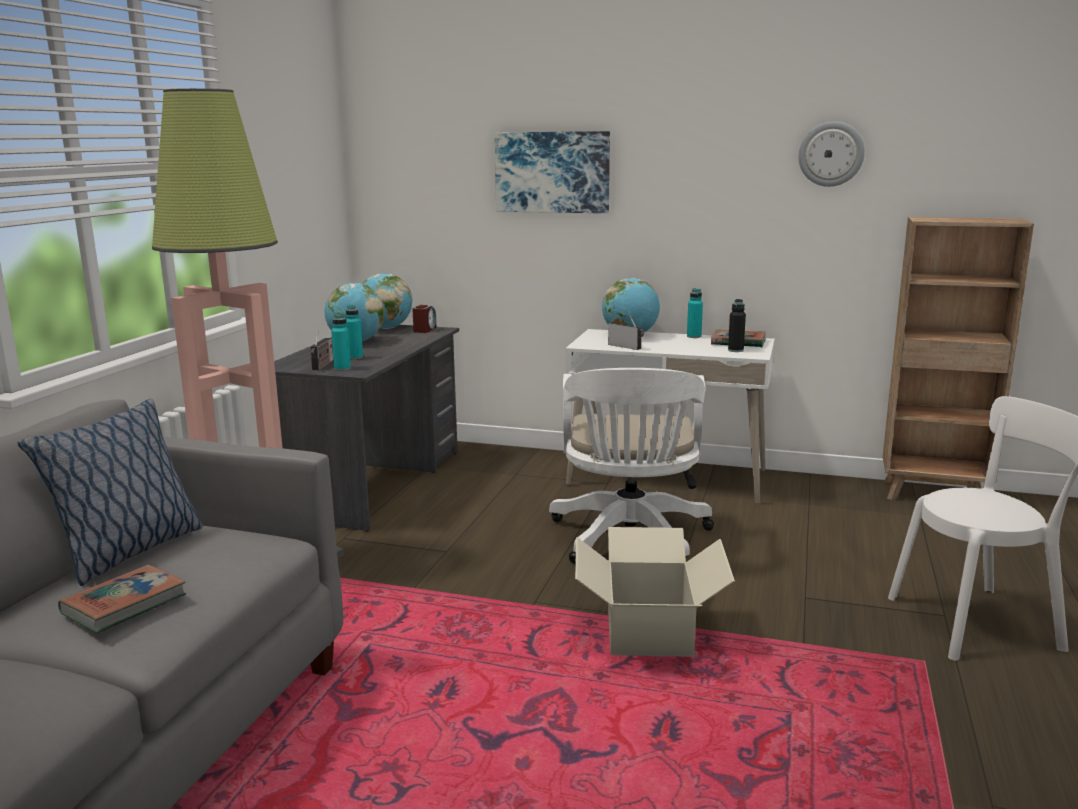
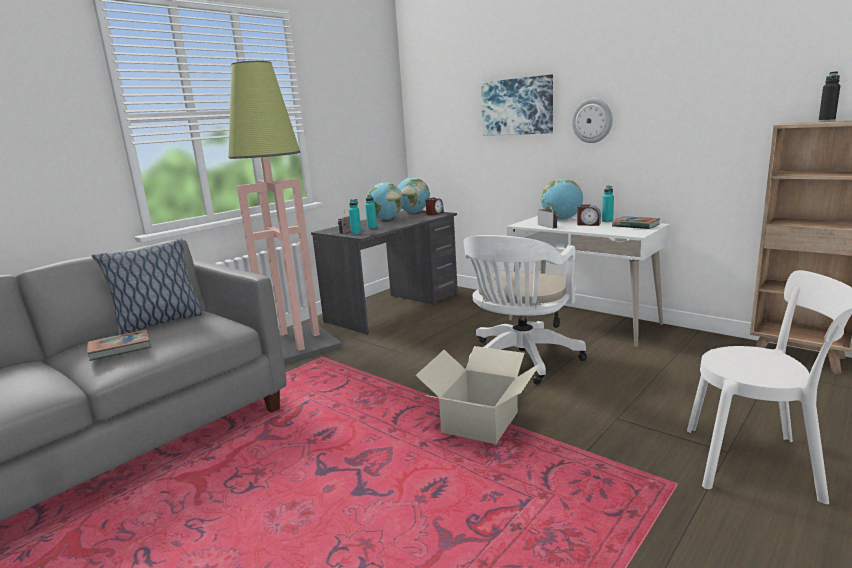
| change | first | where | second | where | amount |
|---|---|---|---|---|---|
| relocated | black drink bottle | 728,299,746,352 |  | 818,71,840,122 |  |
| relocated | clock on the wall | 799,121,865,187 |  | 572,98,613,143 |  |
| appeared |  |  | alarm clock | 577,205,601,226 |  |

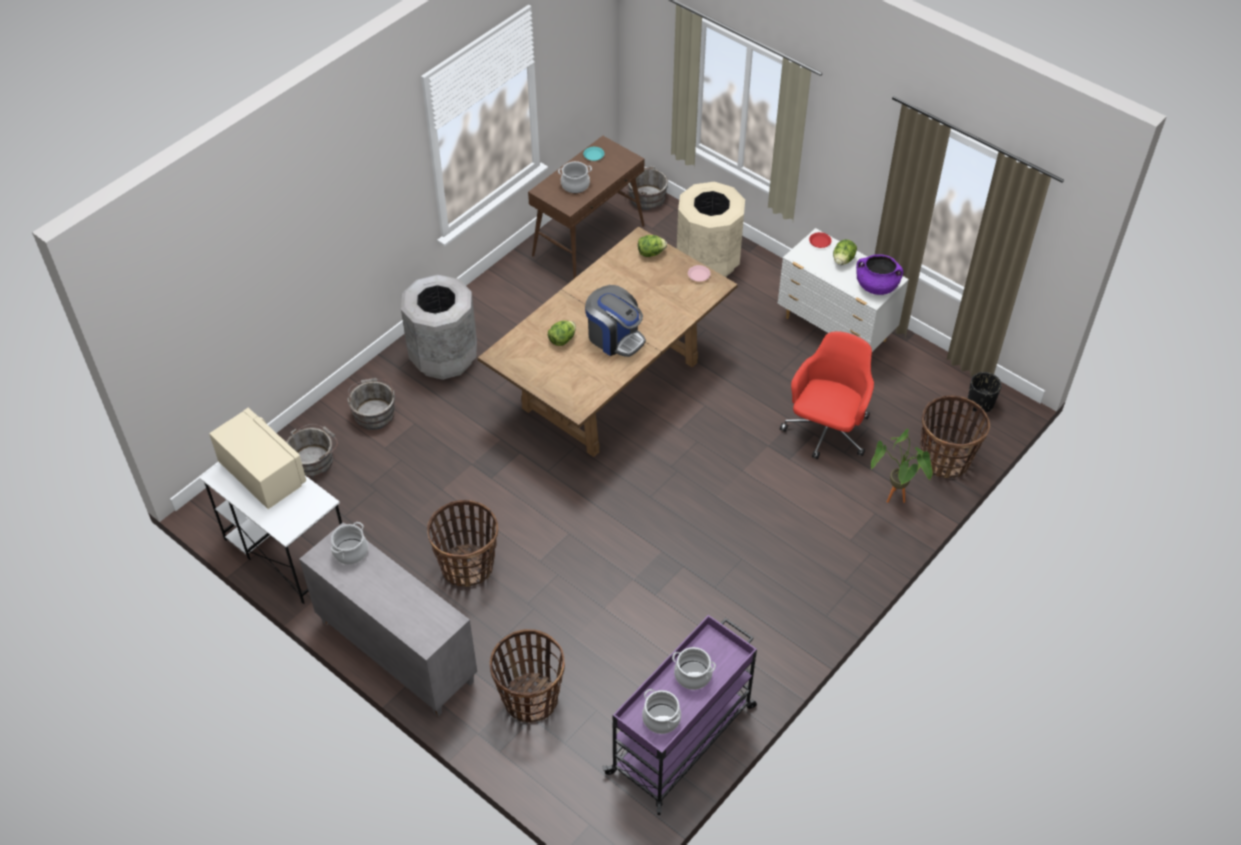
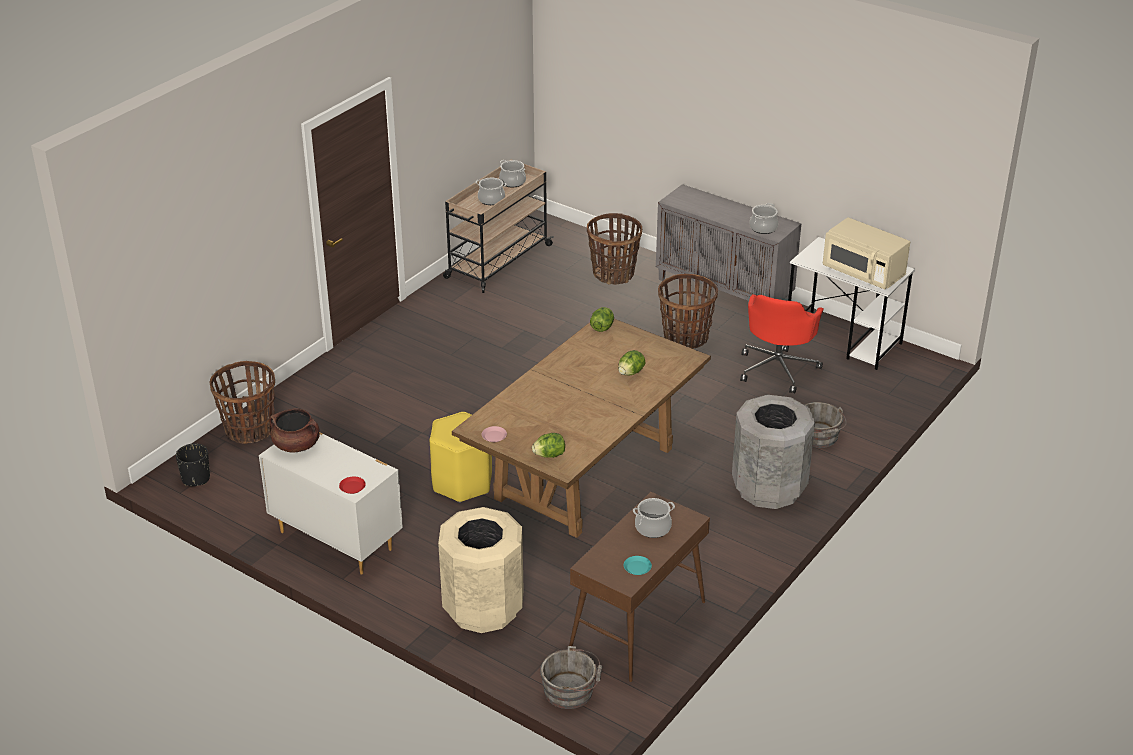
| change | first | where | second | where | amount |
|---|---|---|---|---|---|
| missing | gray pail | 286,424,338,478 |  |  |  |
| missing | coffee brewer | 585,285,646,357 |  |  |  |
| colour | purplish cart | 603,615,757,815 | beige-coloured cart | 443,164,554,293 |  |
| relocated | reddish computer chair | 780,331,874,459 |  | 740,294,824,393 |  |
| relocated | head of lettuce | 833,239,857,265 |  | 590,307,614,332 |  |
| colour | purplish stockpot | 856,254,903,295 | brown stockpot | 269,408,320,453 |  |
| missing | potted plant | 871,429,933,503 |  |  |  |
| appeared |  |  | yellow stool seat | 430,412,492,503 |  |

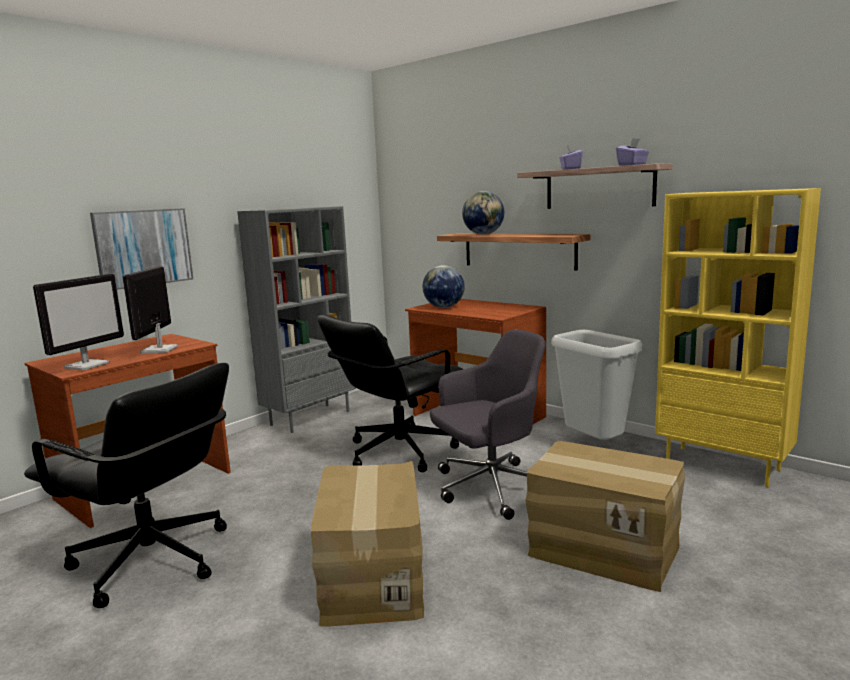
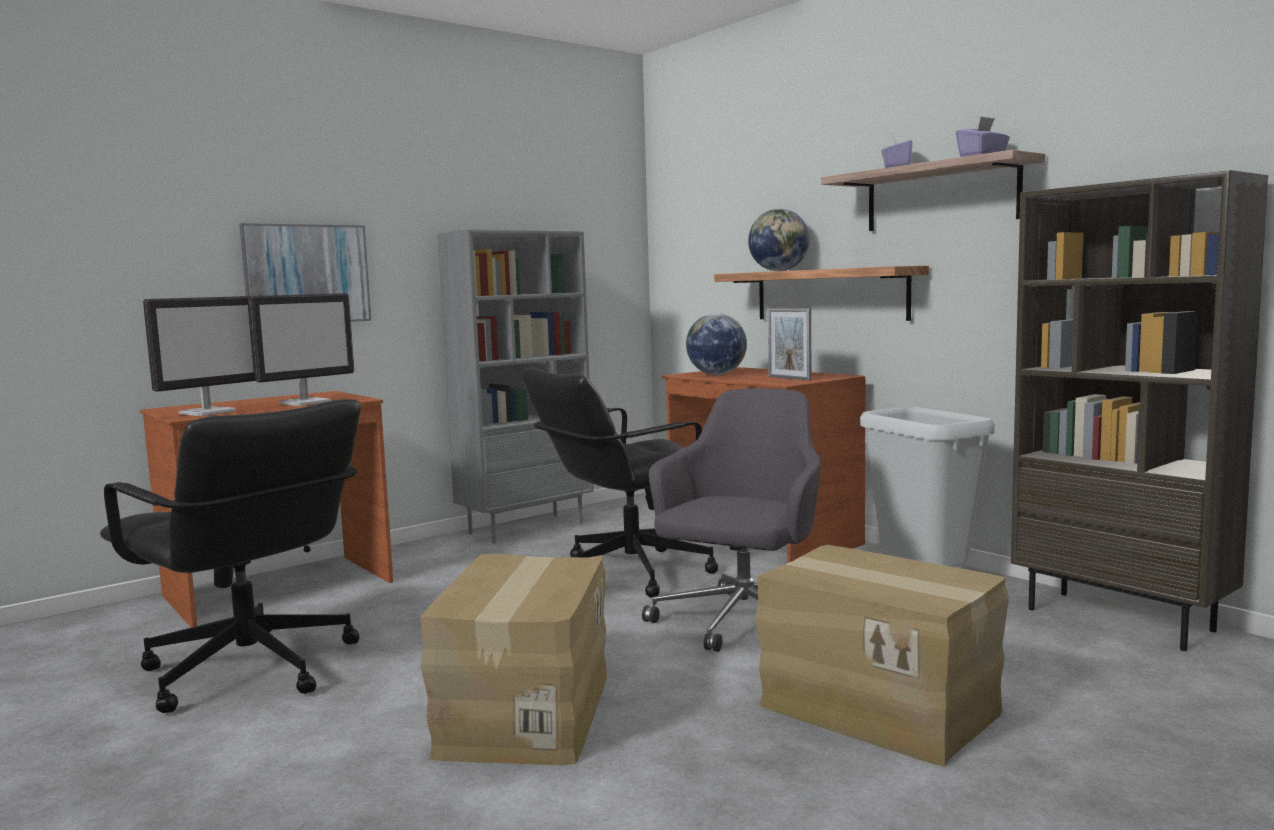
| change | first | where | second | where | amount |
|---|---|---|---|---|---|
| spun | computer screen | 123,266,178,354 |  | 248,293,354,406 | 150 degrees counterclockwise |
| spun | gray computer chair | 430,330,546,520 |  | 642,388,821,652 | 45 degrees counterclockwise |
| colour | yellow shelving unit | 655,188,821,487 | brown shelving unit | 1011,170,1268,651 |  |
| appeared |  |  | standing frame | 768,308,812,380 |  |

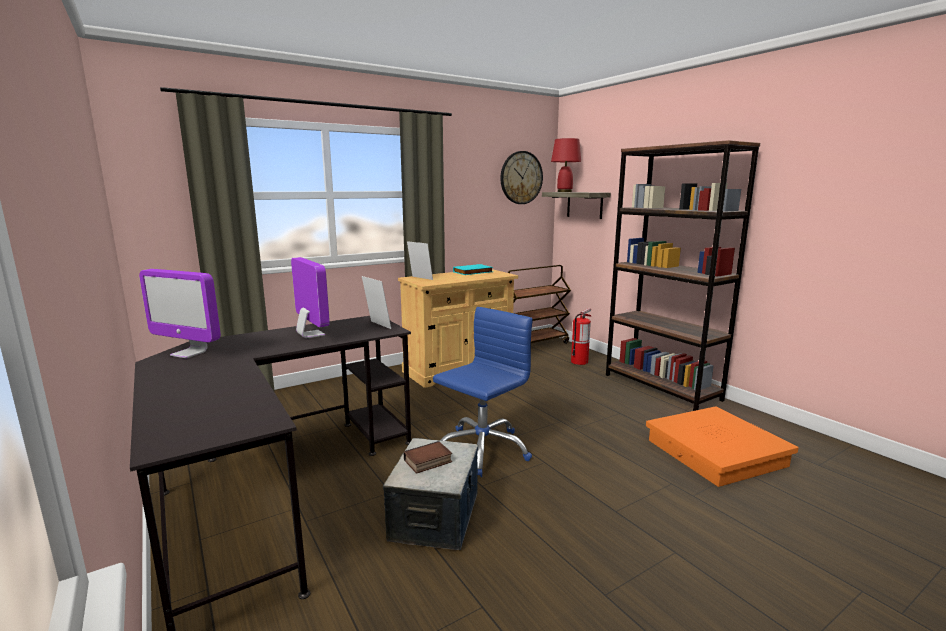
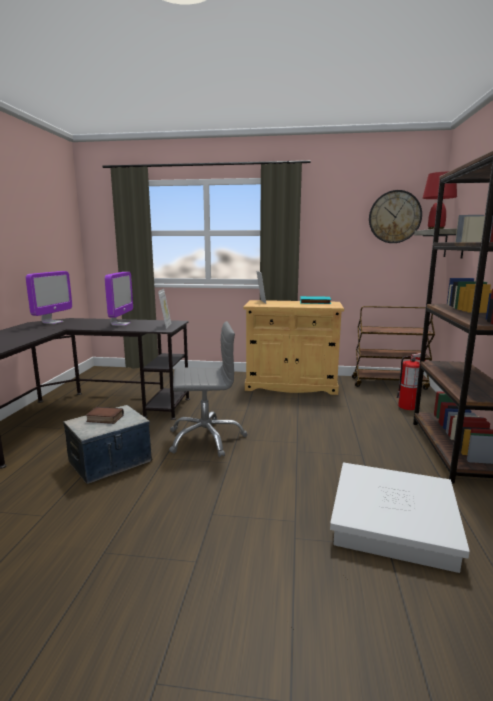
| change | first | where | second | where | amount |
|---|---|---|---|---|---|
| spun | computer screen | 139,269,221,358 |  | 26,271,72,324 | 135 degrees counterclockwise |
| colour | bluish computer chair | 433,307,533,477 | gray computer chair | 169,321,247,457 |  |
| colour | orange-coloured storage bin | 646,406,799,487 | white-coloured storage bin | 330,463,470,573 |  |

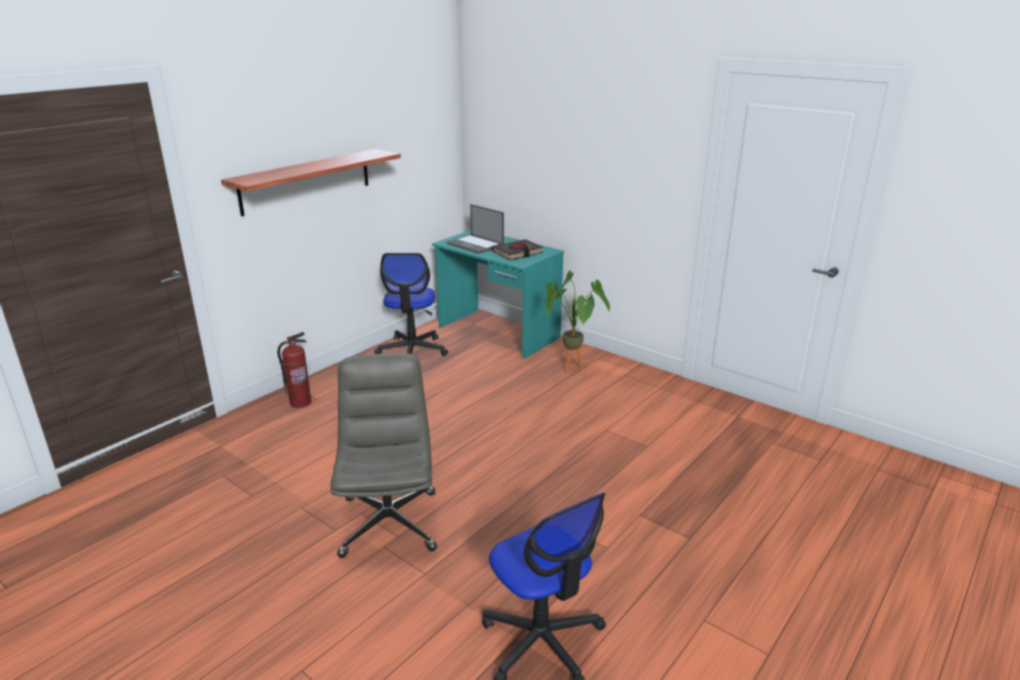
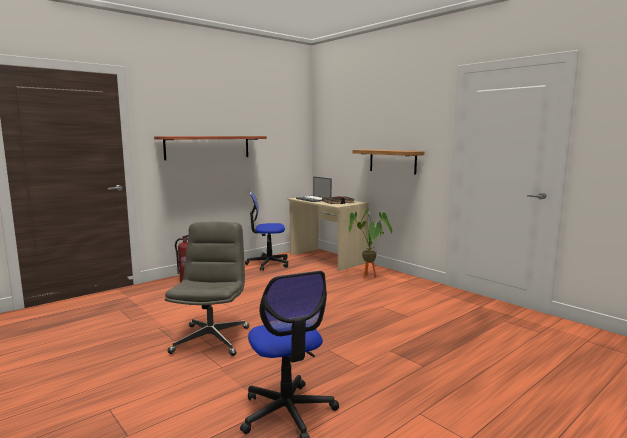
| change | first | where | second | where | amount |
|---|---|---|---|---|---|
| spun | computer chair | 374,253,448,356 |  | 245,192,288,271 | 75 degrees clockwise |
| colour | turquoise-coloured desk unit | 432,230,564,359 | beige-coloured desk unit | 287,198,369,271 |  |
| appeared |  |  | wall shelf | 352,149,424,174 |  |

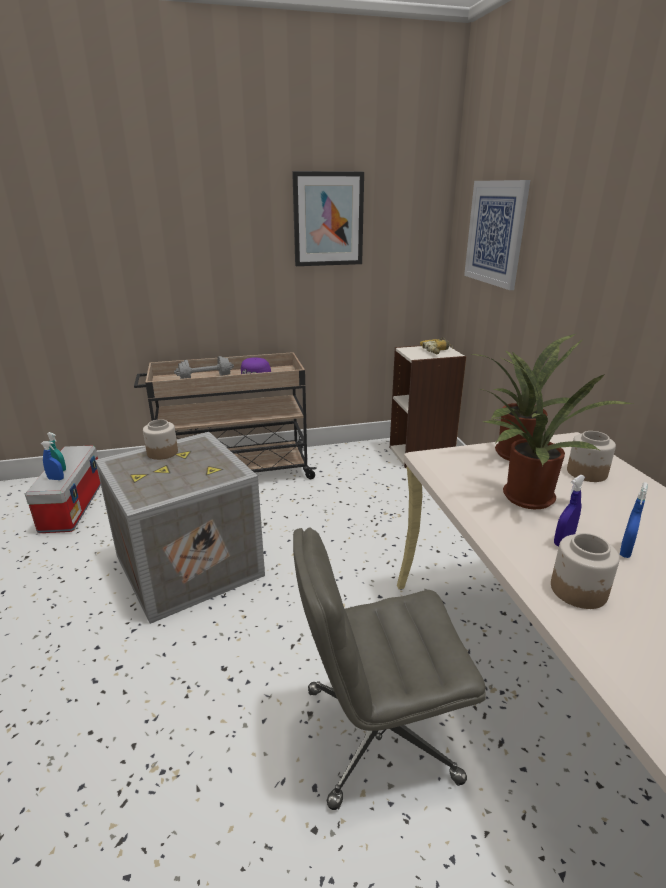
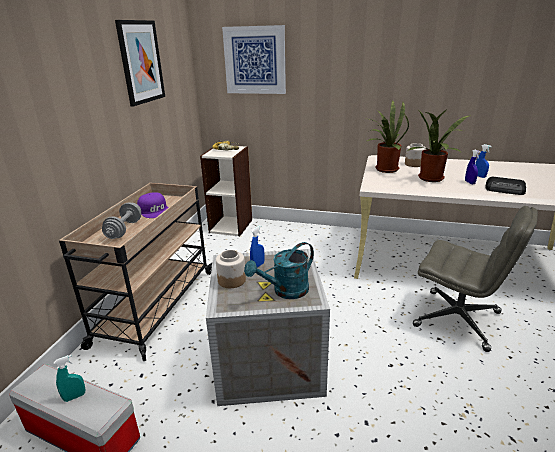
| change | first | where | second | where | amount |
|---|---|---|---|---|---|
| relocated | bluish spray bottle | 41,441,64,480 |  | 250,225,264,267 |  |
| spun | gray computer chair | 293,527,486,810 |  | 413,206,538,352 | 75 degrees counterclockwise |
| exchanged | preserve jar | 551,533,620,609 | radio receiver | 485,177,526,195 |  |
| appeared |  |  | turquoise-coloured sprinkling can | 244,242,314,299 |  |

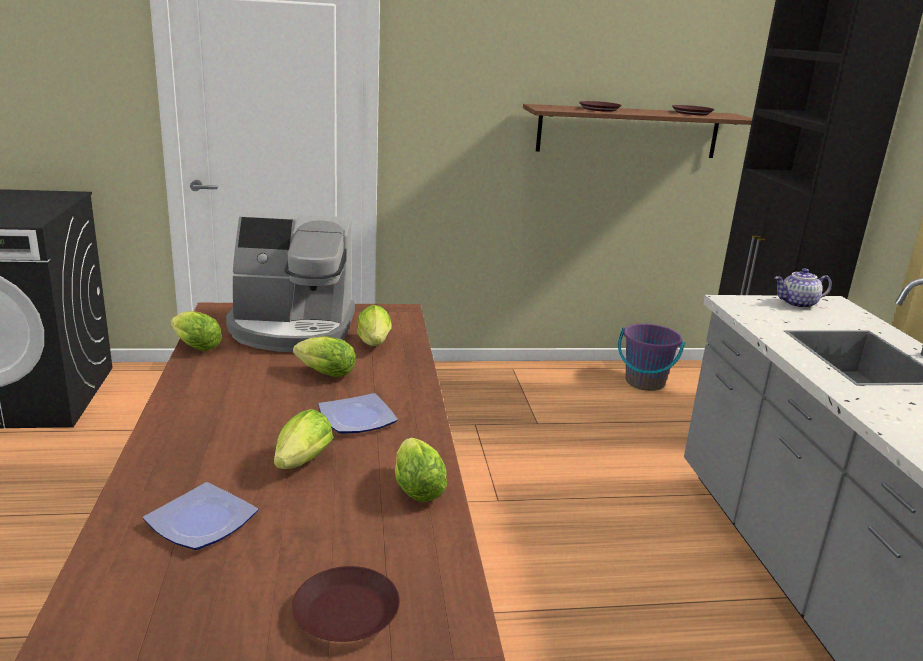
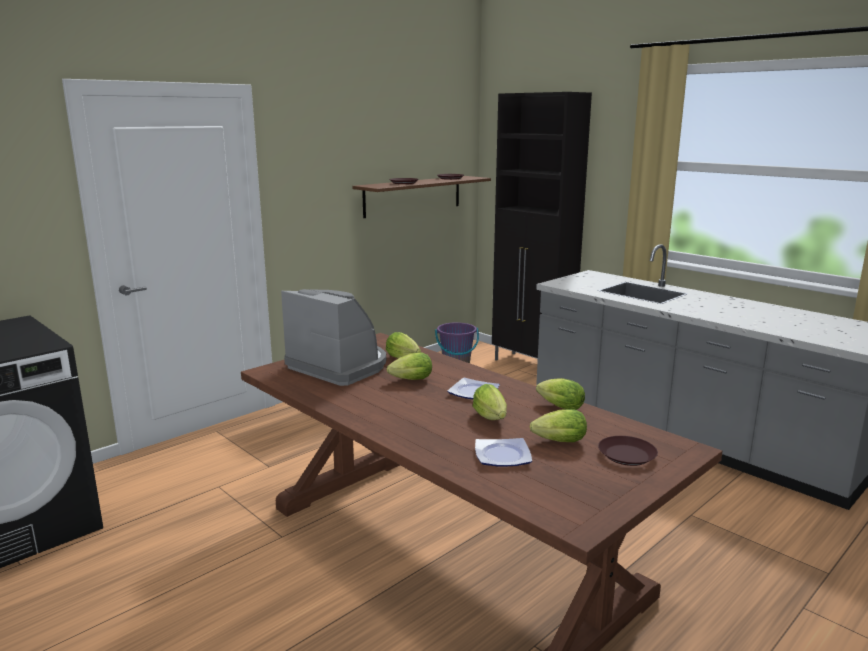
| change | first | where | second | where | amount |
|---|---|---|---|---|---|
| relocated | head of lettuce | 170,311,222,351 |  | 530,409,587,442 |  |
| spun | coffee brewer | 226,212,355,352 |  | 281,289,386,386 | 105 degrees counterclockwise |
| missing | teapot | 774,268,832,309 |  |  |  |

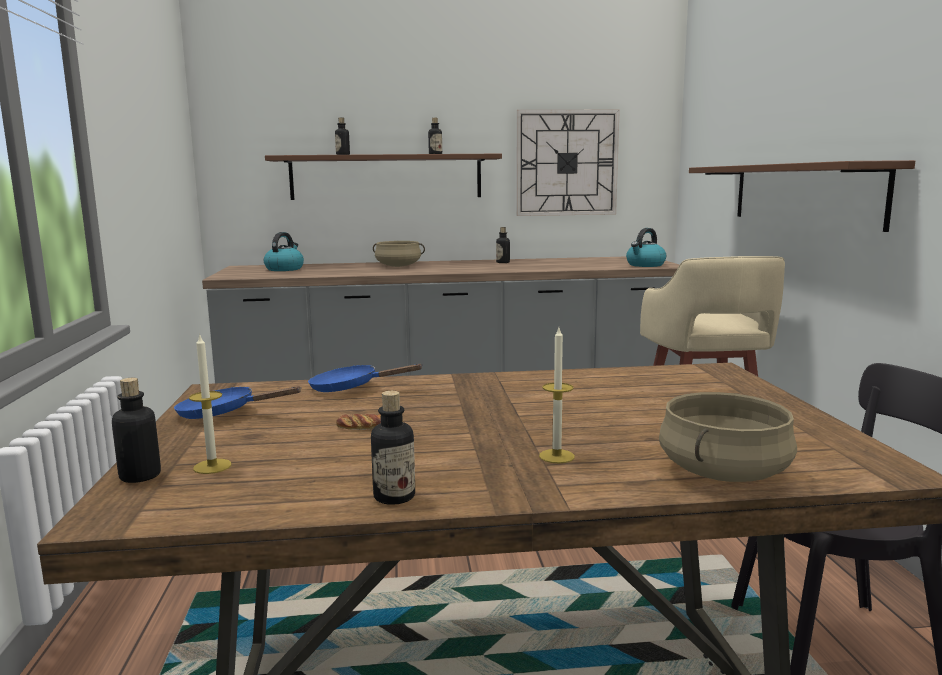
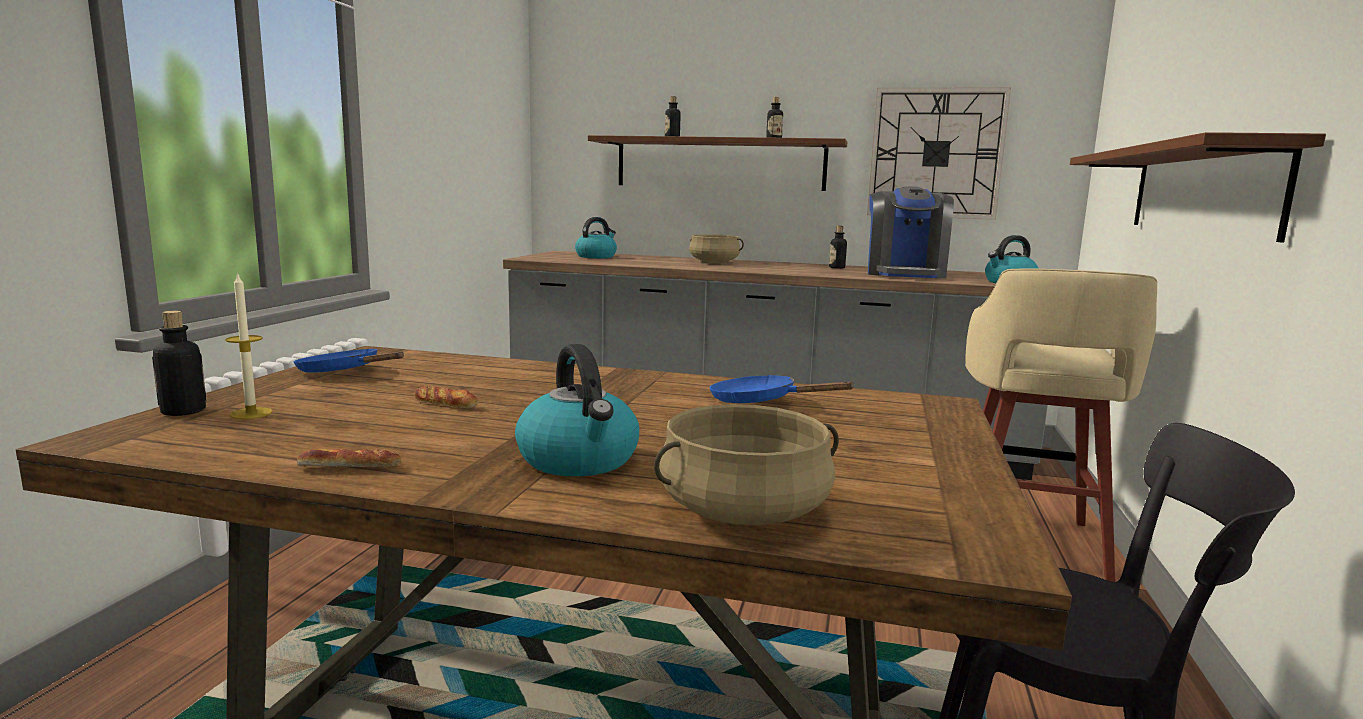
| change | first | where | second | where | amount |
|---|---|---|---|---|---|
| relocated | bluish frying pan | 308,364,423,392 |  | 709,375,855,403 |  |
| exchanged | drink bottle | 371,391,415,505 | bakery bread | 297,449,401,467 |  |
| exchanged | wax light | 539,328,575,463 | water kettle | 515,344,639,476 |  |
| appeared |  |  | coffee brewer | 868,186,954,278 |  |

